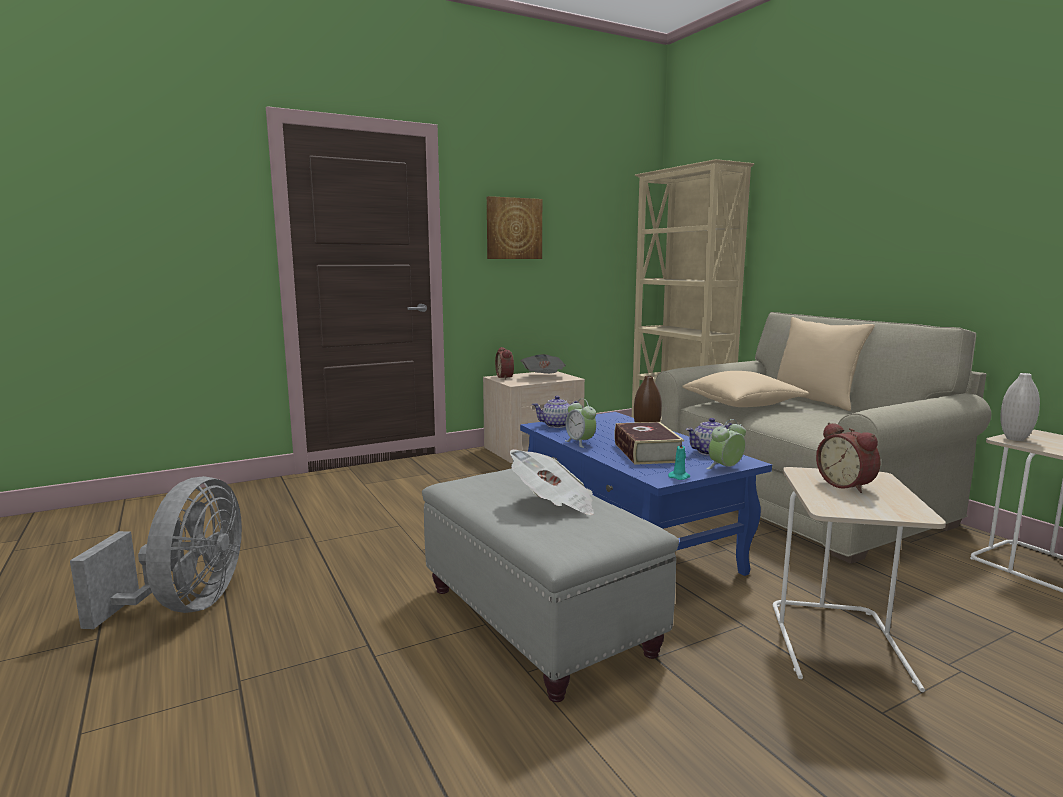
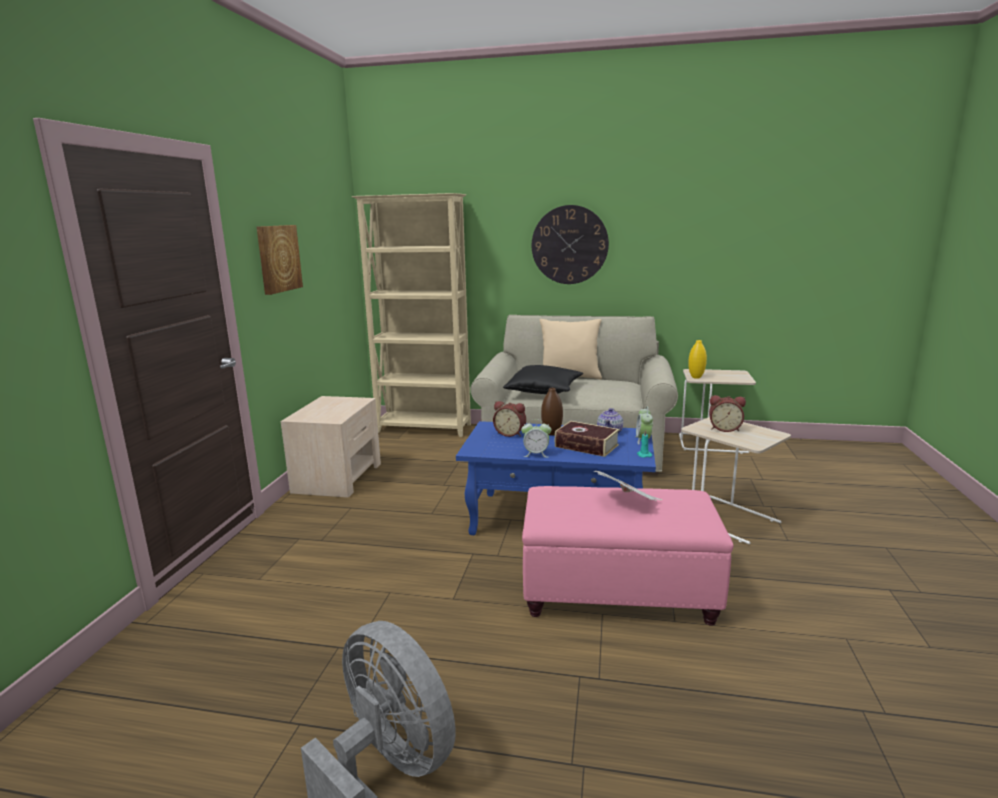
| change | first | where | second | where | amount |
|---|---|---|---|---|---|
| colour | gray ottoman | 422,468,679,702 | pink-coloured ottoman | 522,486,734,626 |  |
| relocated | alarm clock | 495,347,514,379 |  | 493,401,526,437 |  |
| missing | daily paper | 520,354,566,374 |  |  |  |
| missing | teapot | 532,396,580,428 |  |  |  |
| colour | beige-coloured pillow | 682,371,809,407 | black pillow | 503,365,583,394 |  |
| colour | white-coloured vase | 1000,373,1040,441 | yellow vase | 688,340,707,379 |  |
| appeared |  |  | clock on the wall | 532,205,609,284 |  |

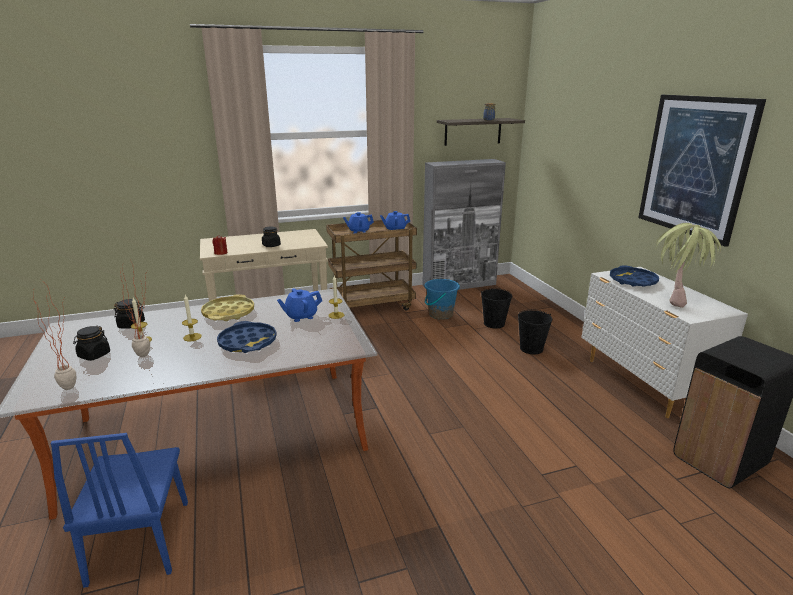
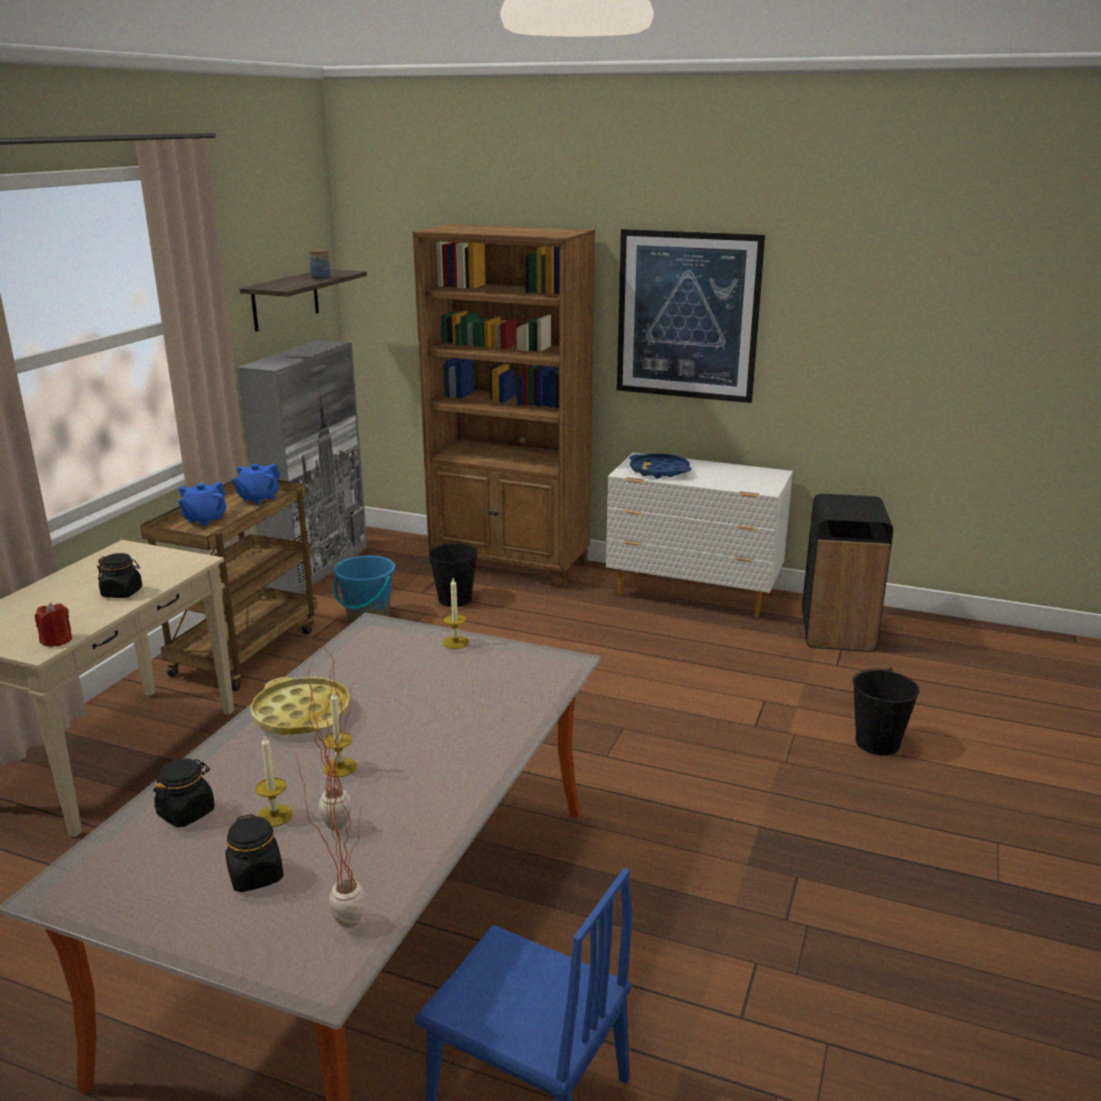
| change | first | where | second | where | amount |
|---|---|---|---|---|---|
| missing | bluish carrying tray | 217,321,277,353 |  |  |  |
| missing | bluish teapot | 277,288,322,322 |  |  |  |
| relocated | black pail | 518,310,552,354 |  | 853,668,919,755 |  |
| missing | potted plant | 656,223,721,308 |  |  |  |
| appeared |  |  | brown shelving unit | 413,224,595,588 |  |

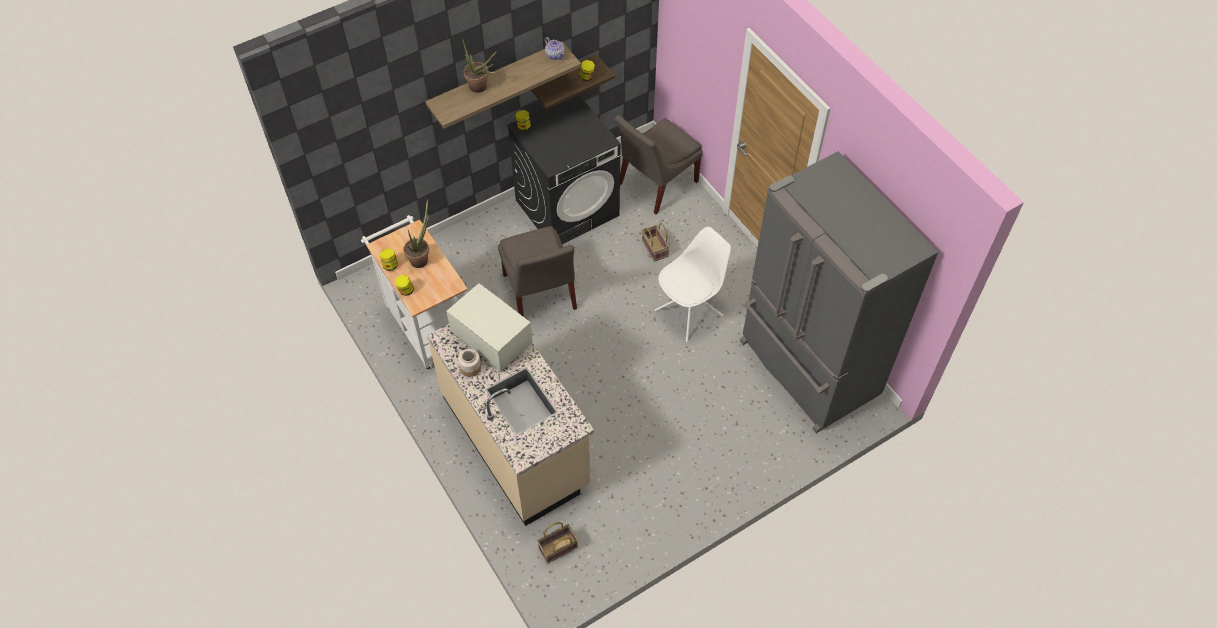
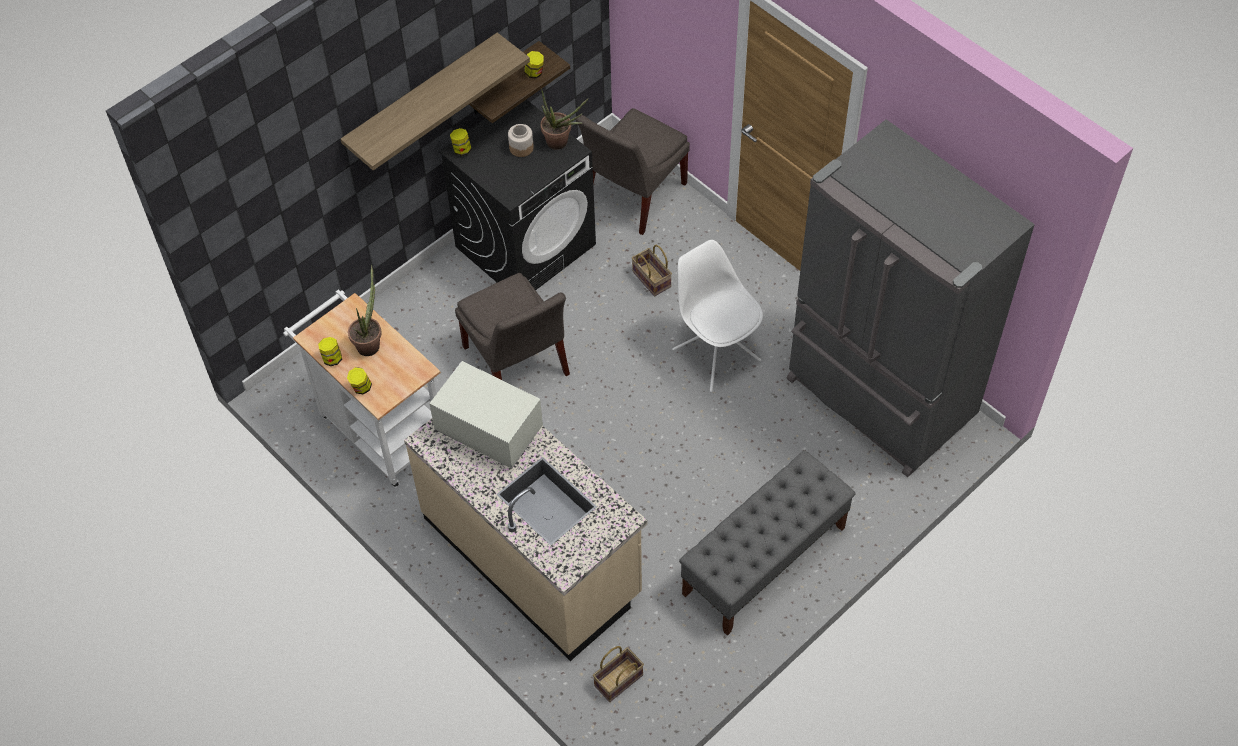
| change | first | where | second | where | amount |
|---|---|---|---|---|---|
| relocated | preserve jar | 458,349,481,377 |  | 508,124,534,157 |  |
| relocated | potted plant | 462,38,497,93 |  | 541,88,589,150 |  |
| missing | teapot | 545,37,565,60 |  |  |  |
| spun | white-coloured chair | 654,227,731,342 |  | 672,240,763,392 | 75 degrees counterclockwise |
| appeared |  |  | gray bench | 679,450,856,636 |  |

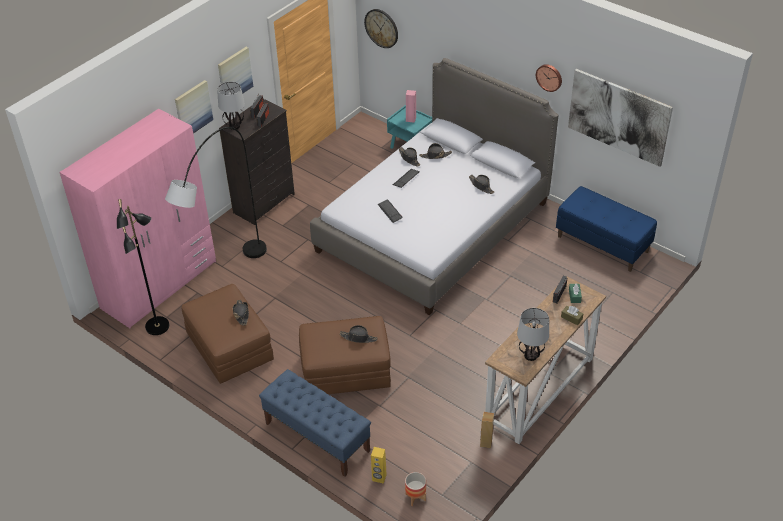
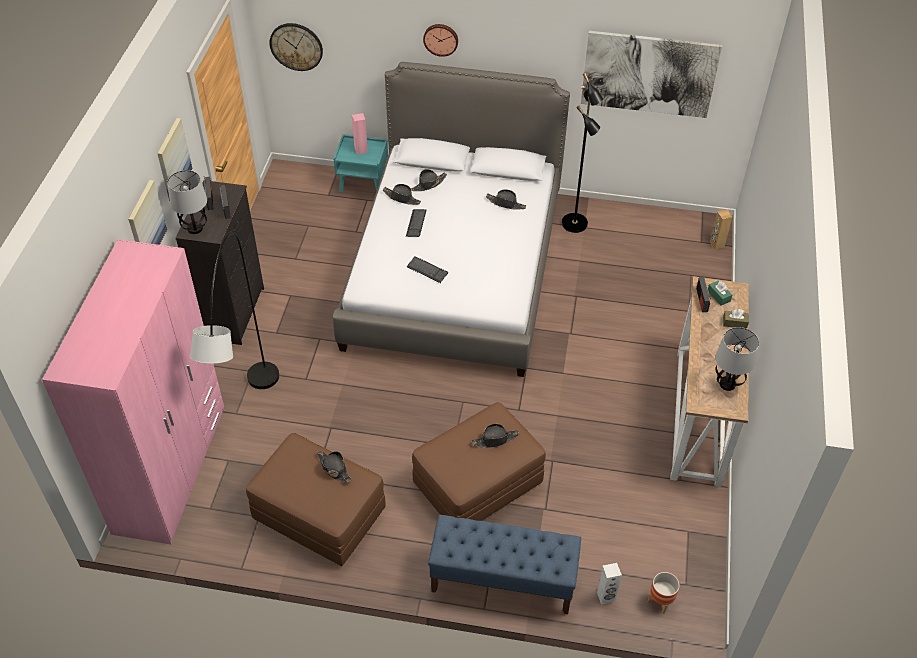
| change | first | where | second | where | amount |
|---|---|---|---|---|---|
| relocated | black standard lamp | 117,199,169,335 |  | 562,73,603,233 |  |
| colour | yellow loudspeaker | 371,447,387,484 | white-coloured loudspeaker | 597,563,622,605 |  |
| relocated | brown loudspeaker | 480,412,494,448 |  | 710,209,732,250 |  |
| relocated | clock on the wall | 536,64,562,92 |  | 423,24,458,57 |  |
| missing | bluish bench | 556,186,657,272 |  |  |  |

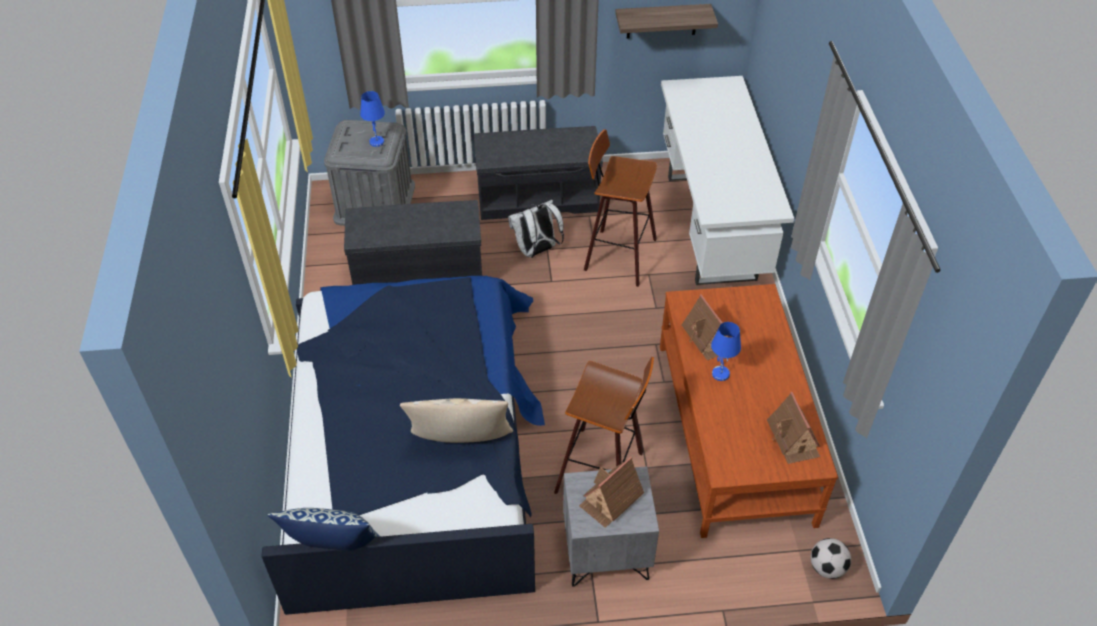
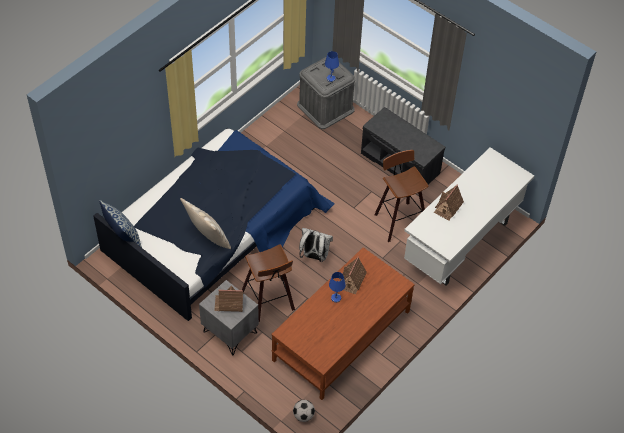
| change | first | where | second | where | amount |
|---|---|---|---|---|---|
| missing | gray bench | 344,200,482,285 |  |  |  |
| relocated | white-coloured rucksack | 508,200,564,258 |  | 299,228,333,262 |  |
| missing | wall shelf | 615,4,718,39 |  |  |  |
| relocated | model house | 767,392,820,464 |  | 434,184,464,220 |  |

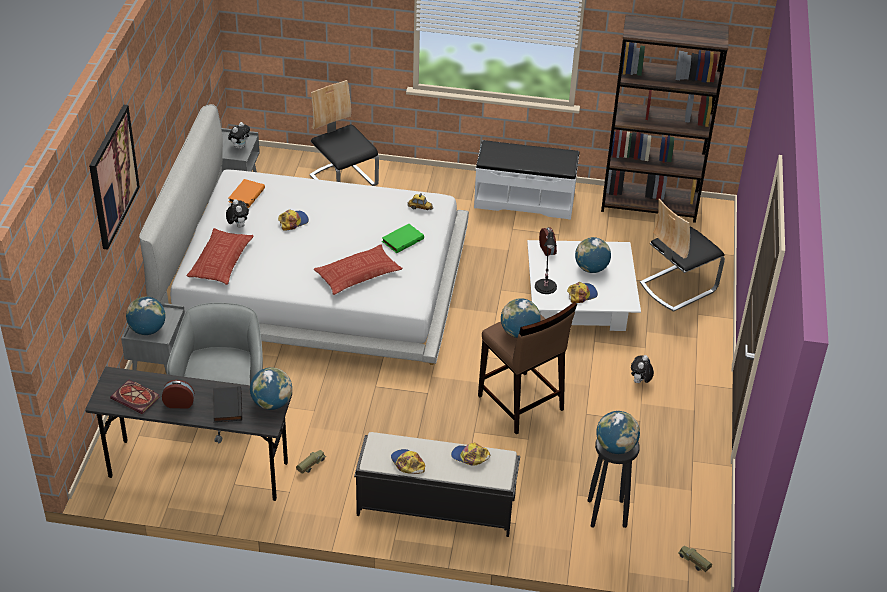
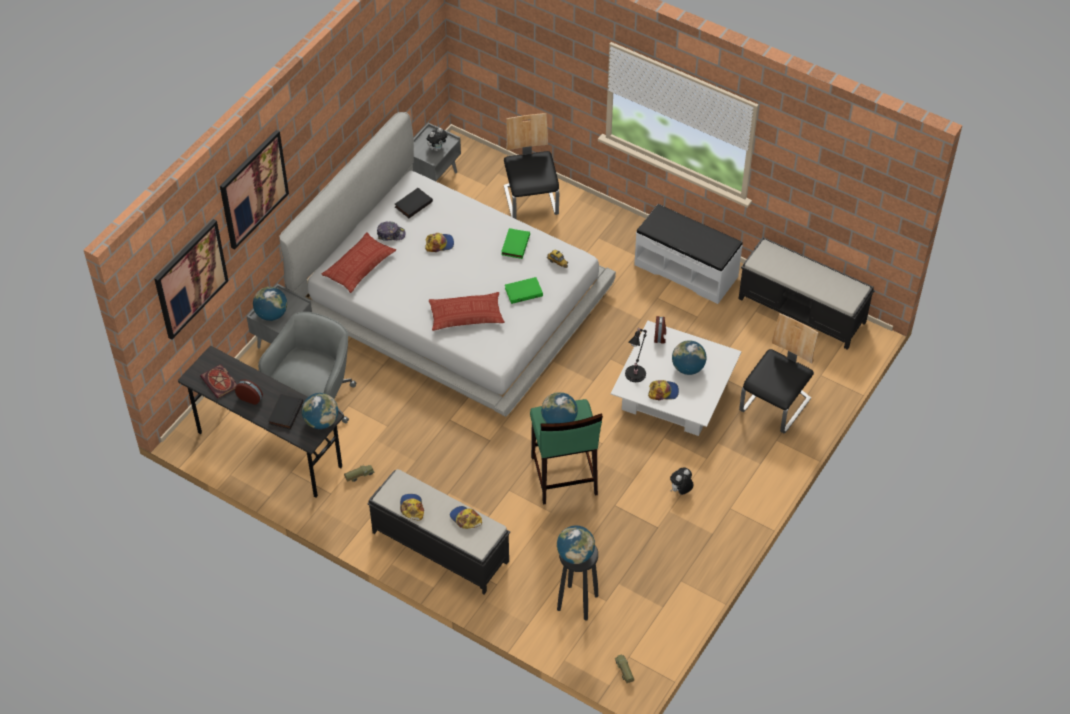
| change | first | where | second | where | amount |
|---|---|---|---|---|---|
| exchanged | soft toy | 226,199,249,228 | cap | 377,222,406,240 |  |
| colour | orange-coloured volume | 229,179,265,208 | black volume | 395,188,433,218 |  |
| colour | brown stool seat | 478,302,577,435 | green stool seat | 530,399,603,505 |  |
| exchanged | brown shelving unit | 601,15,729,223 | black bench | 739,237,875,350 |  |
| spun | chair | 640,198,725,312 |  | 739,313,819,434 | 135 degrees clockwise |
| appeared |  |  | picture | 154,219,228,339 |  |
| appeared |  |  | green volume | 501,228,530,259 |  |

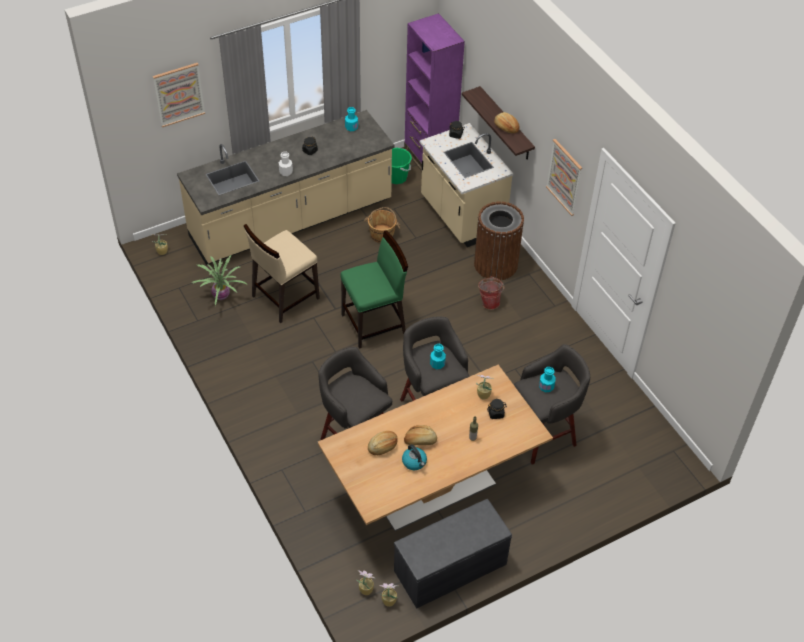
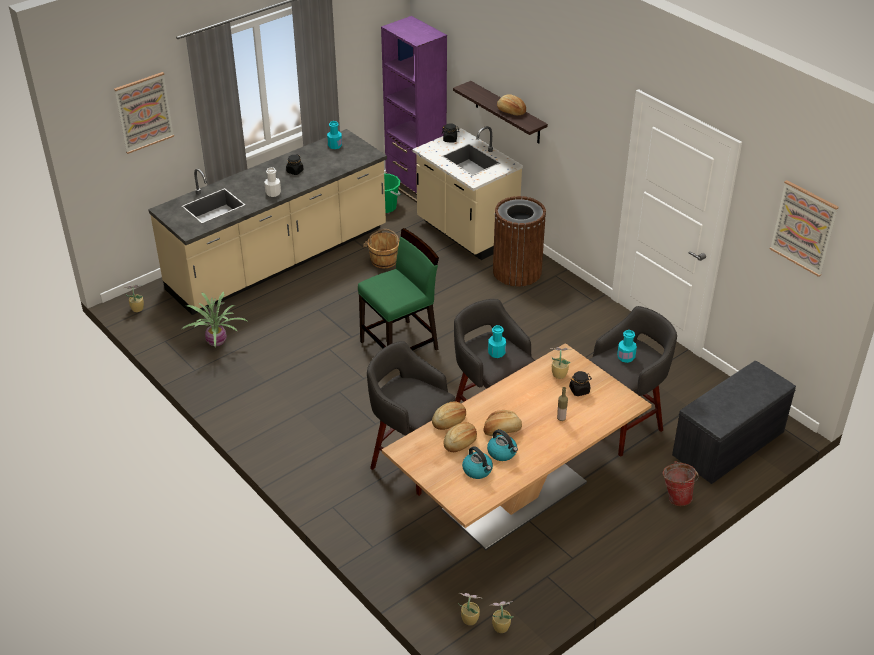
| change | first | where | second | where | amount |
|---|---|---|---|---|---|
| missing | beige-coloured chair | 244,224,320,323 |  |  |  |
| relocated | gray bench | 394,499,512,609 |  | 672,361,796,484 |  |
| relocated | pail | 478,276,505,310 |  | 663,461,699,506 |  |
| relocated | picture | 546,139,582,216 |  | 770,180,839,277 |  |
| appeared |  |  | bakery bread | 432,401,466,430 |  |
| appeared |  |  | water kettle | 462,446,493,479 |  |

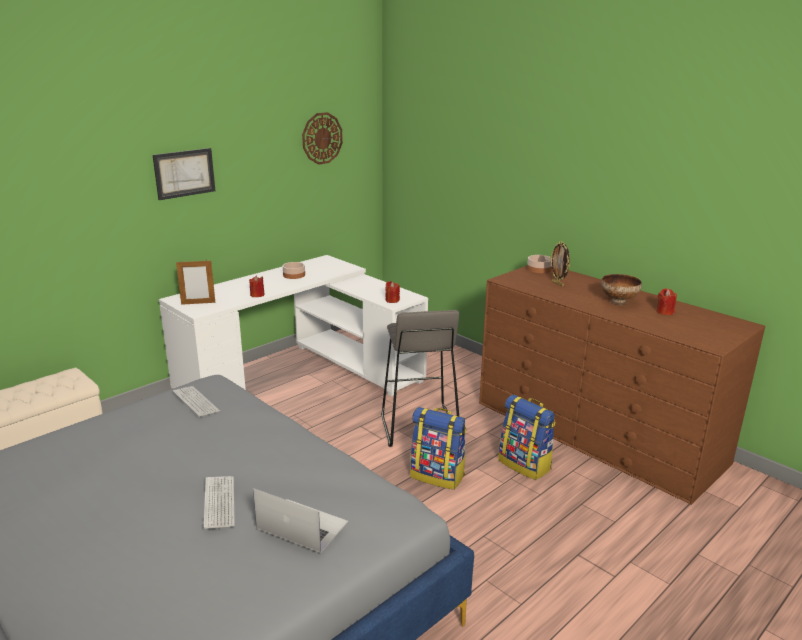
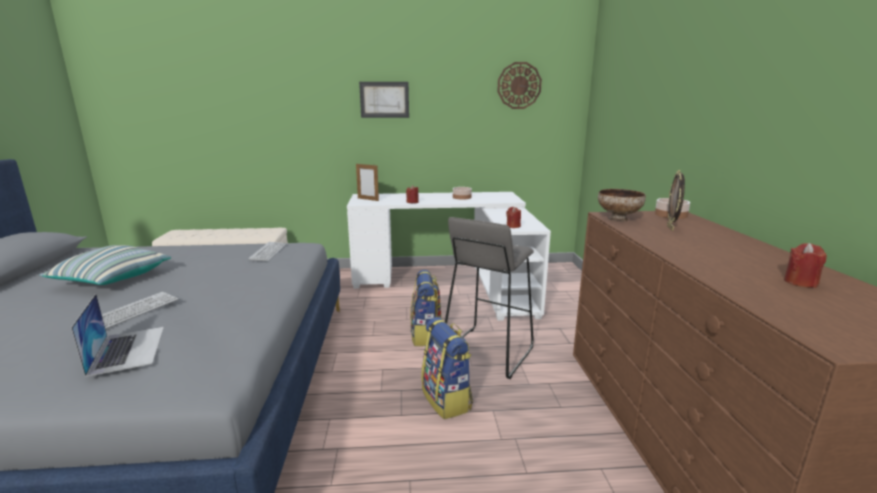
| change | first | where | second | where | amount |
|---|---|---|---|---|---|
| relocated | rucksack | 498,395,556,480 |  | 410,270,442,346 |  |
| relocated | deep dish | 601,274,642,305 |  | 598,189,646,222 |  |
| appeared |  |  | pillow | 39,245,171,285 |  |

